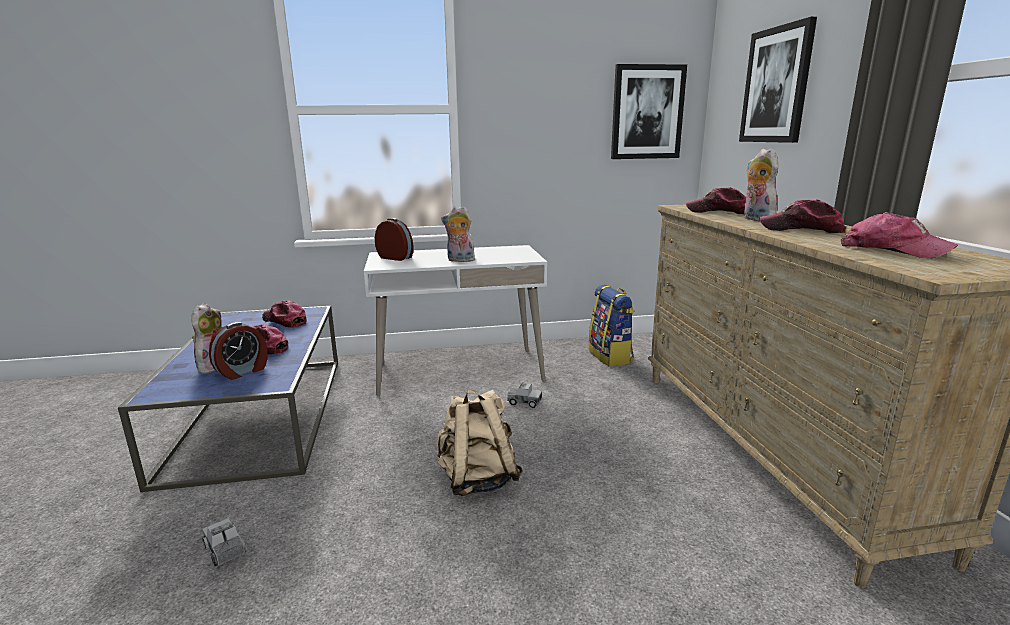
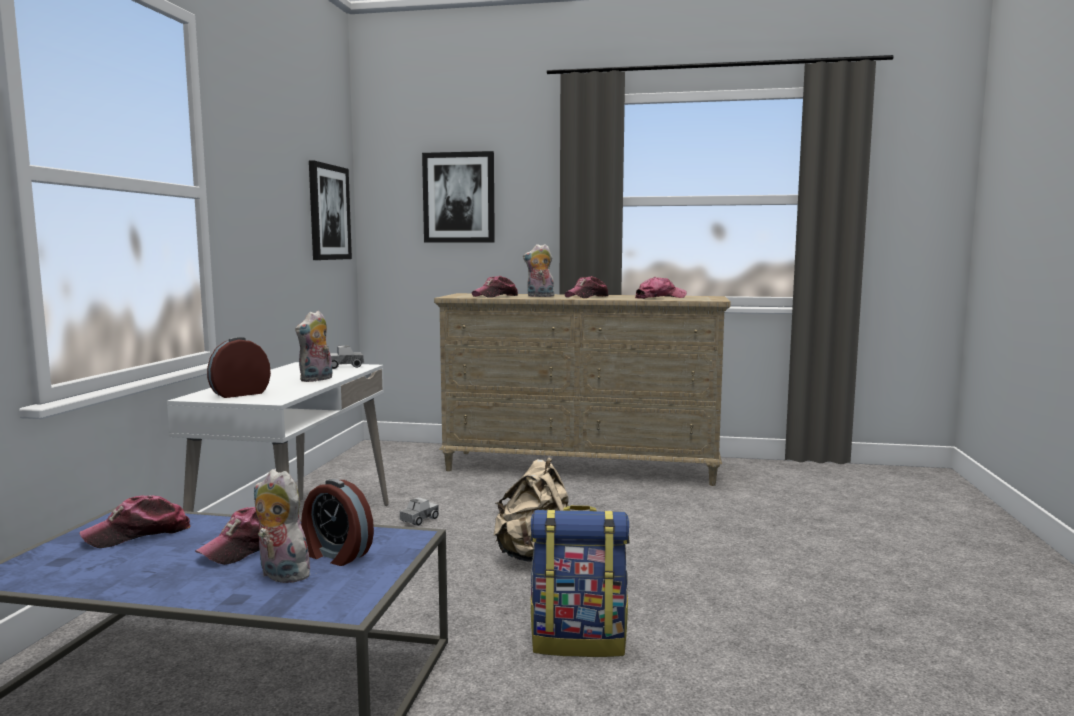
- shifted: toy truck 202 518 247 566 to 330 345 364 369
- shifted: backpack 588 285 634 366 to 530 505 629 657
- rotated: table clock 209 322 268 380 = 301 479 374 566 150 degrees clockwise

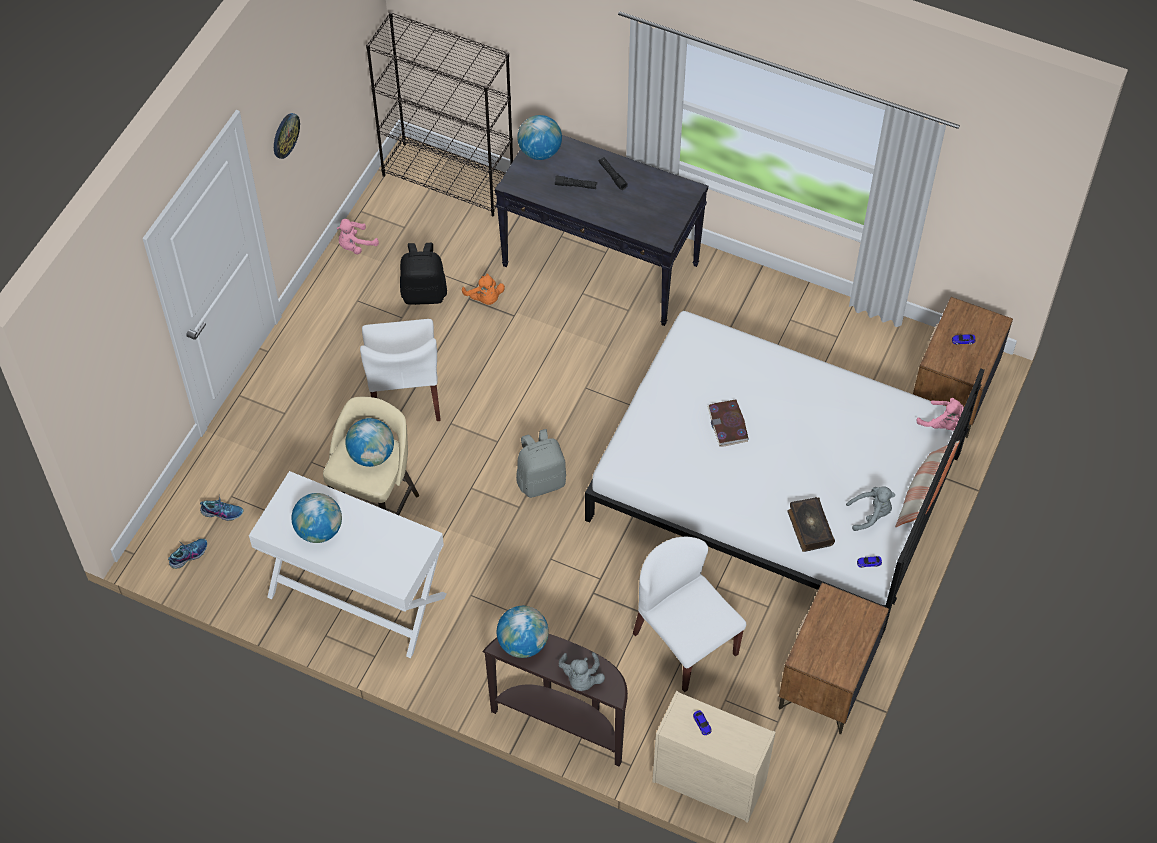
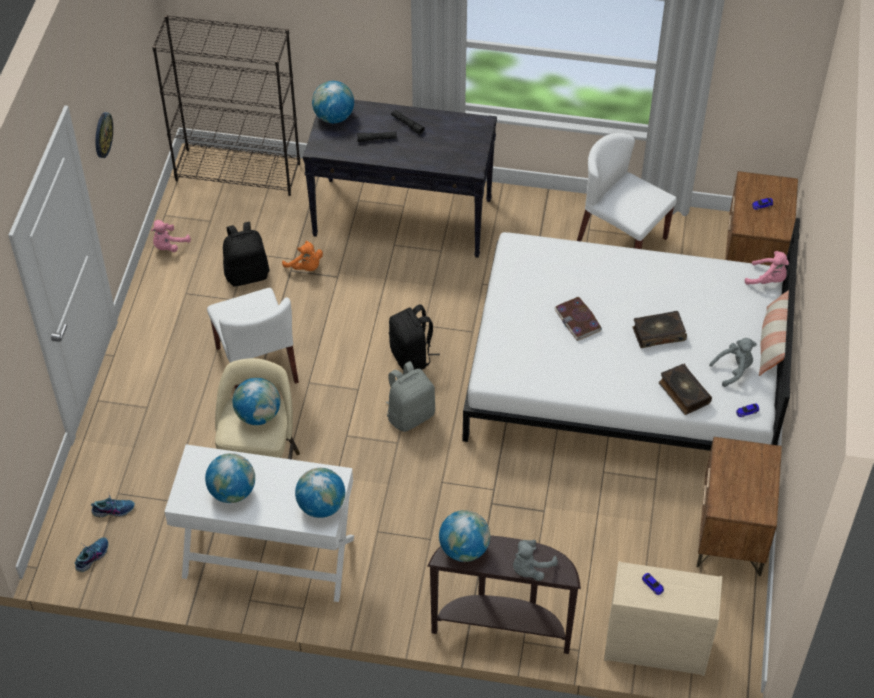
- new: desk globe 295 468 345 518
- new: black-coloured backpack 389 304 440 370
- new: bound book 632 311 687 348
- shifted: white upright chair 633 537 746 692 to 577 133 677 249
- rotated: greyish cuddly toy 559 652 605 691 = 513 540 558 581 60 degrees clockwise

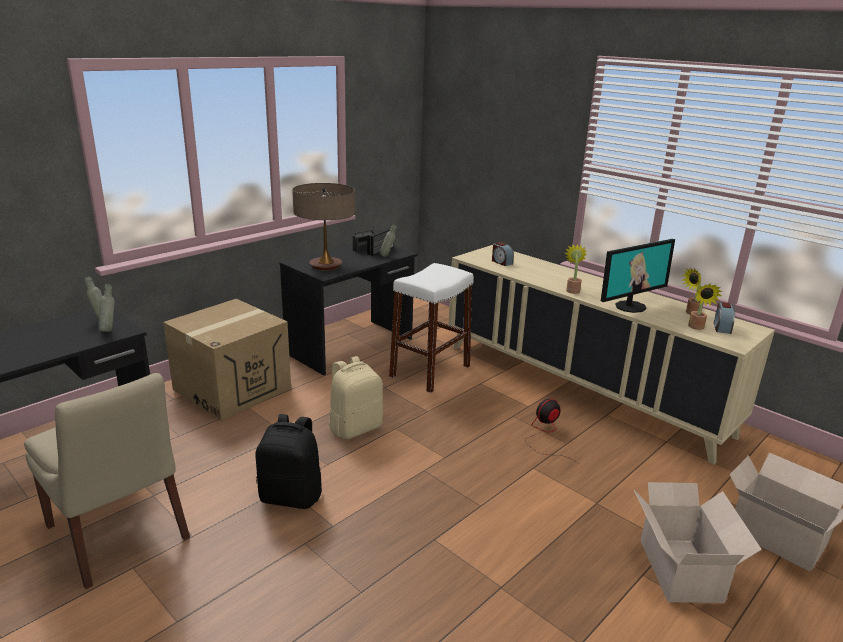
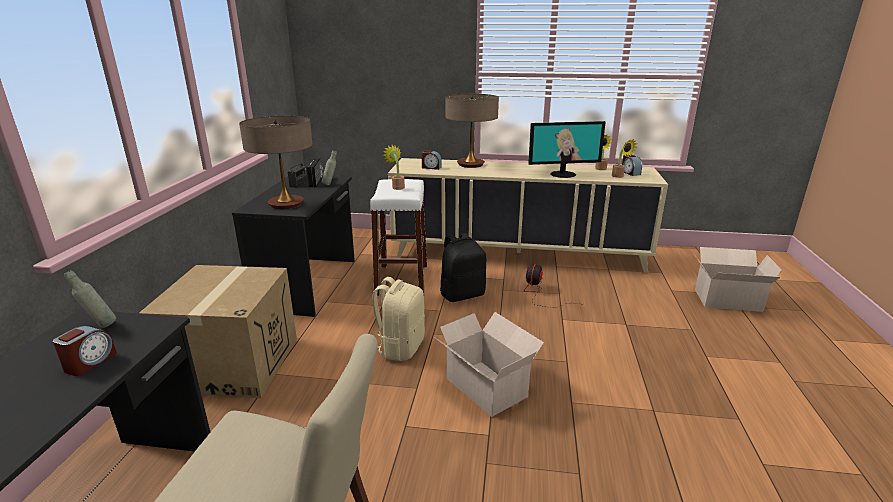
- gone: greyish bottle 99 284 114 332
- new: table clock 53 326 117 376
- new: table lamp 445 94 499 168
- shifted: black-coloured backpack 256 414 322 509 to 440 233 486 302
- shifted: houseplant 565 244 587 294 to 383 145 405 190
- shifted: cardboard box 634 482 762 603 to 434 312 544 417
- rotated: computer screen 601 239 675 313 = 528 121 606 178 60 degrees clockwise

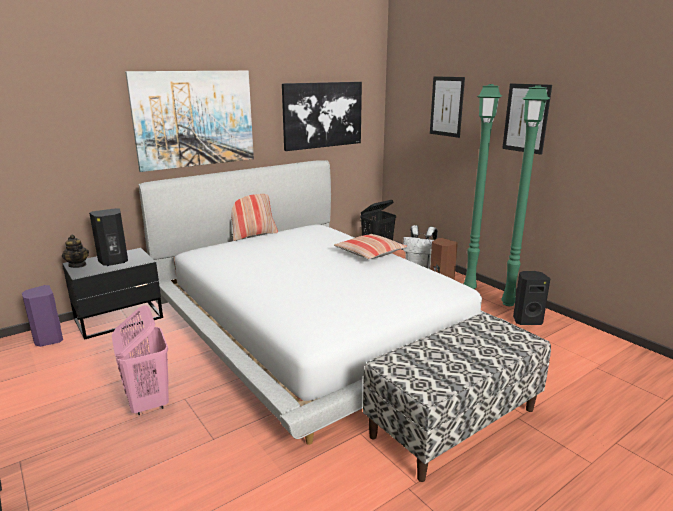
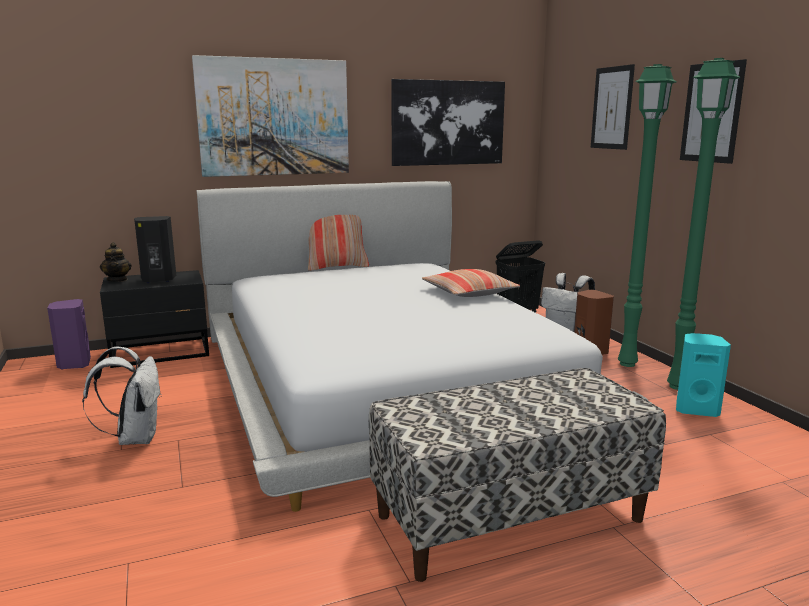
- swapped: pink-coloured laundry basket 112 305 169 415 to white backpack 82 347 162 445
- repainted: black-coloured audio speaker 513 271 551 325 to turquoise audio speaker 676 333 731 417

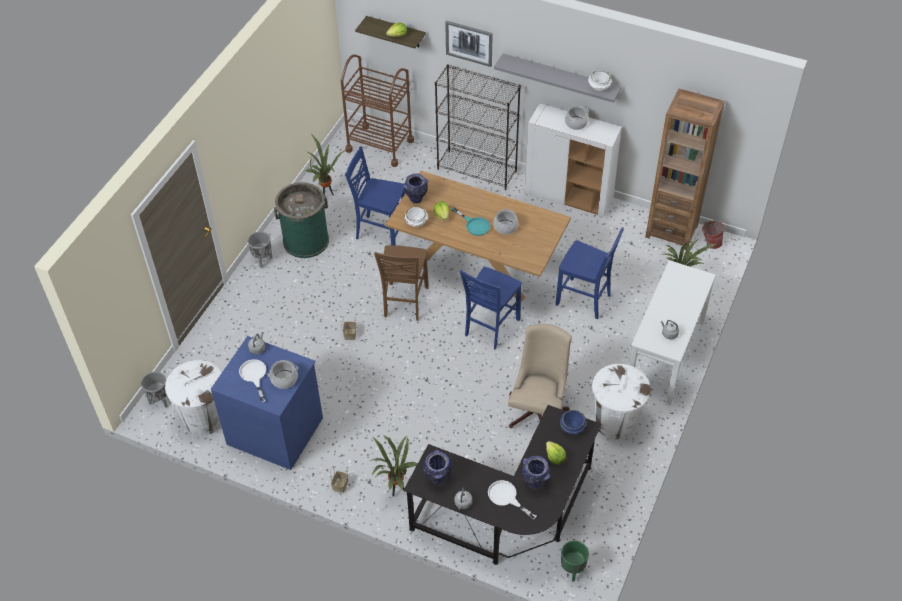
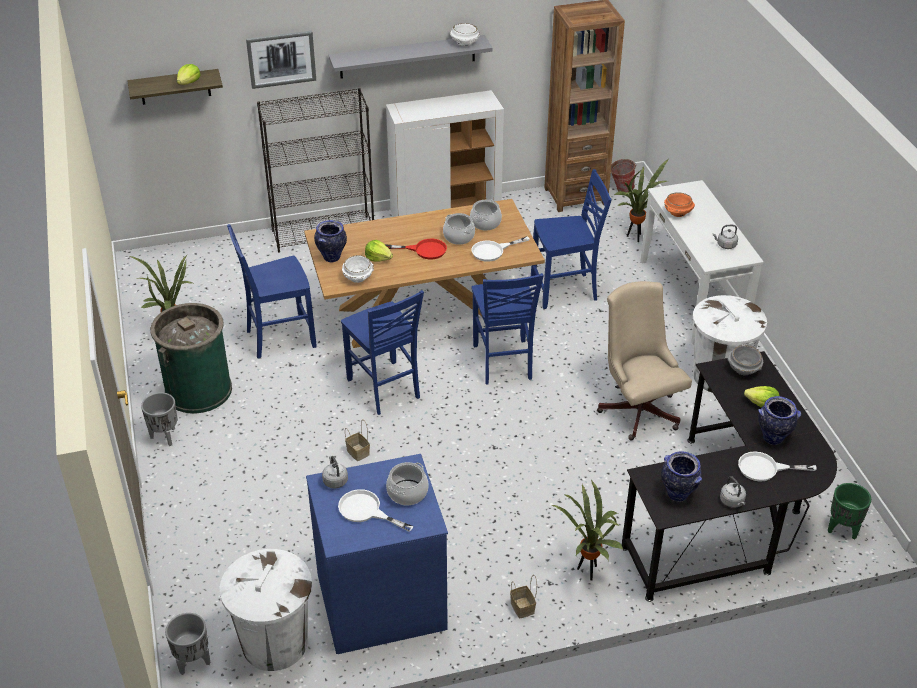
- gone: brownish cart 341 54 414 167
- new: white skillet 471 236 530 262
- new: orange serving bowl 664 192 695 217
- shifted: stockpot 565 106 589 130 to 470 199 502 231
- repainted: brownish upright chair 374 245 429 321 to blue upright chair 341 290 424 415
- repainted: turquoise skillet 451 208 490 236 to red-coloured skillet 385 238 447 260
- repainted: blue serving bowl 560 410 587 435 to greyish serving bowl 728 345 763 375

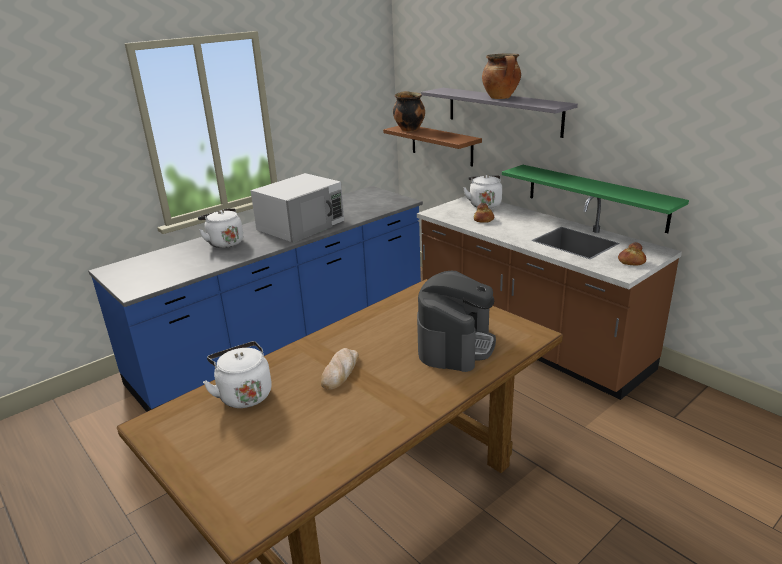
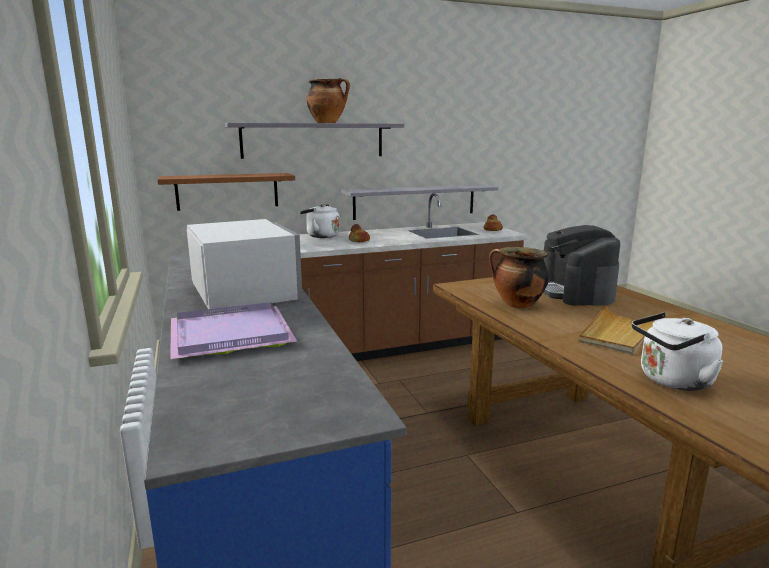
- shifted: stockpot 393 91 425 132 to 489 247 549 309
- swapped: white tea kettle 198 208 243 248 to purple-coloured carrying tray 170 302 297 359
- swapped: bread 321 348 359 390 to sand-coloured carrying tray 579 306 656 355
- repainted: greenish wall shelf 502 165 689 233 to greyish wall shelf 342 184 498 220
- rotated: coffee maker 417 271 496 372 = 543 225 620 306 135 degrees counterclockwise

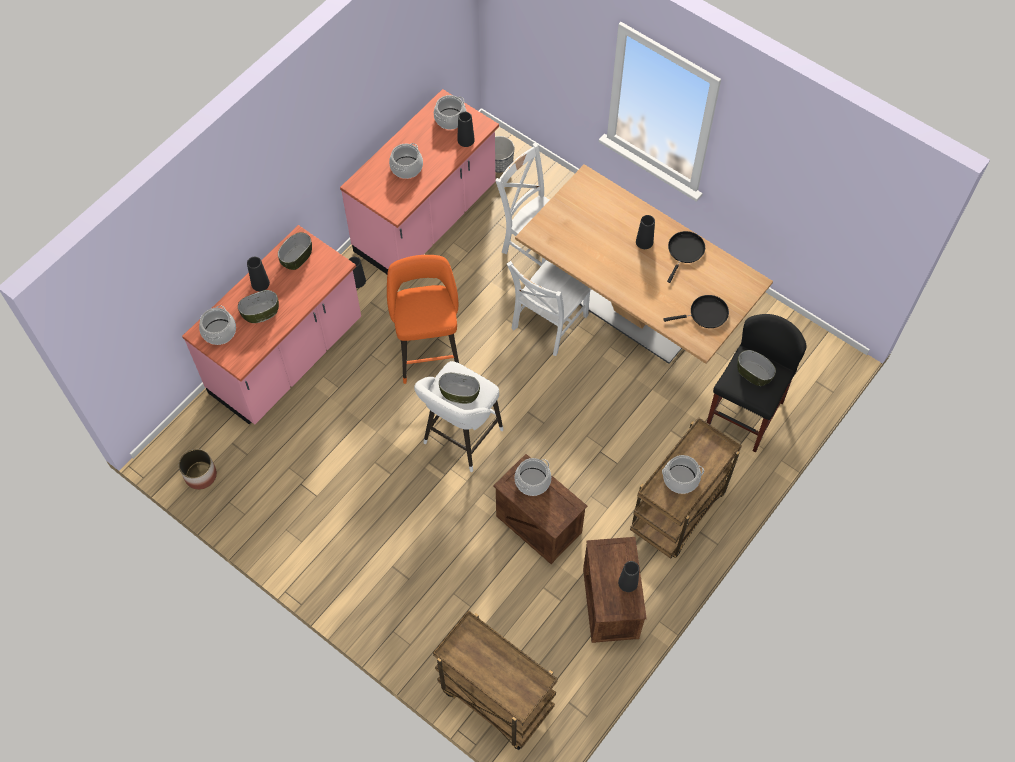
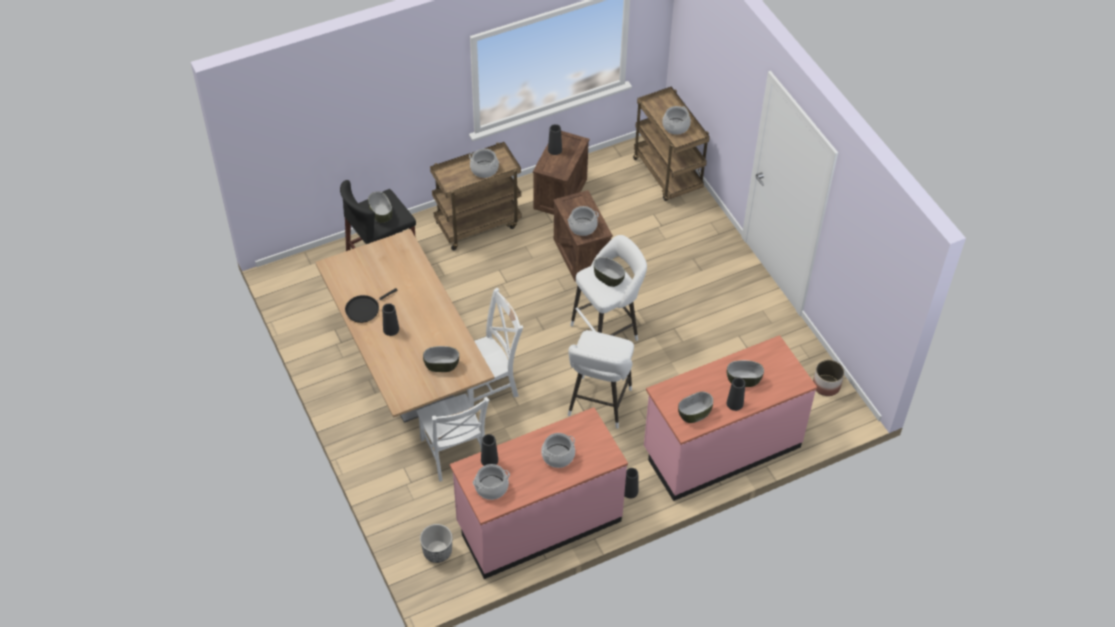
- gone: black-coloured skillet 663 295 729 328
- new: serving bowl 423 346 459 372
- shifted: stockpot 199 305 236 345 to 663 106 691 135
- repainted: orange stool 387 255 459 384 to white stool 568 330 634 429

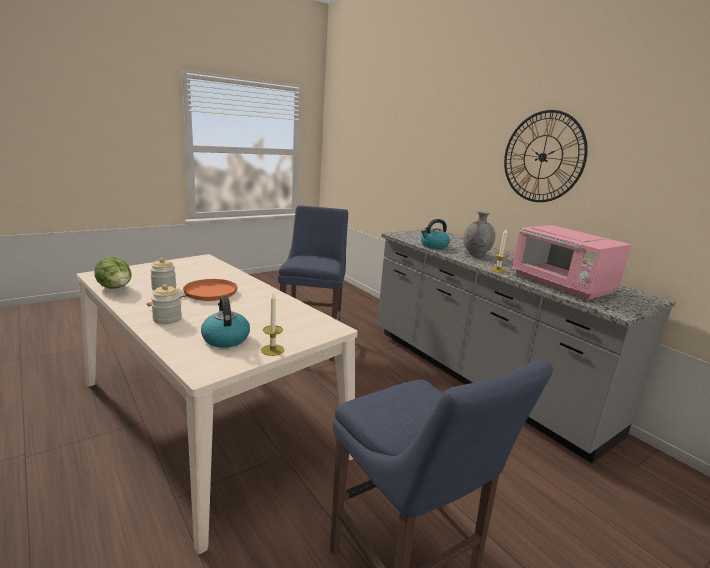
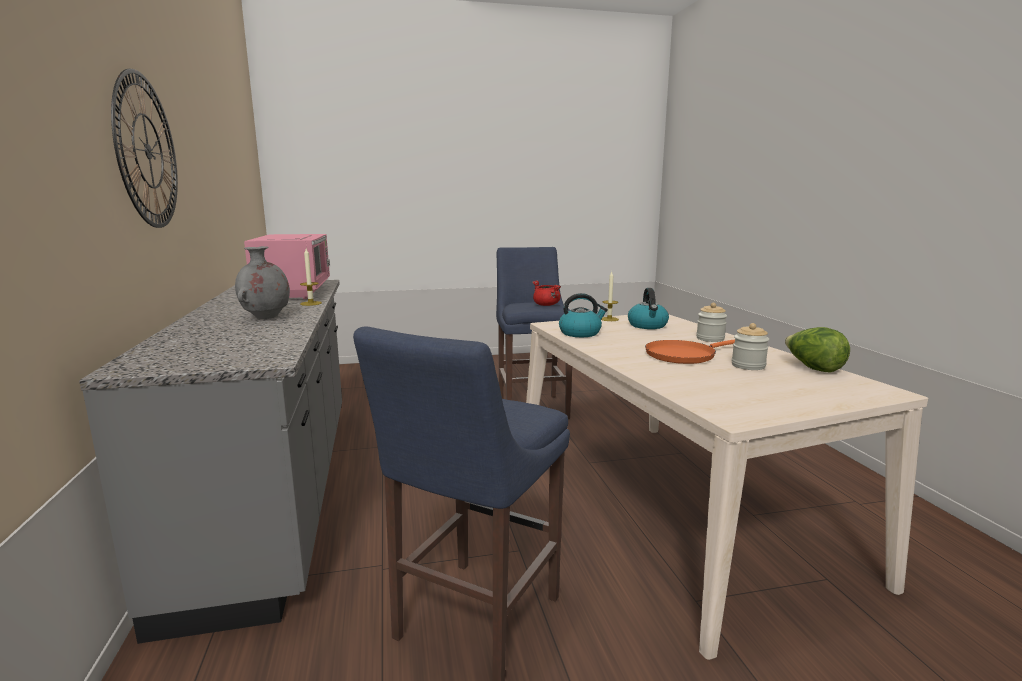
- new: red-coloured stockpot 532 280 561 306
- shifted: tea kettle 421 219 450 249 to 559 293 608 337

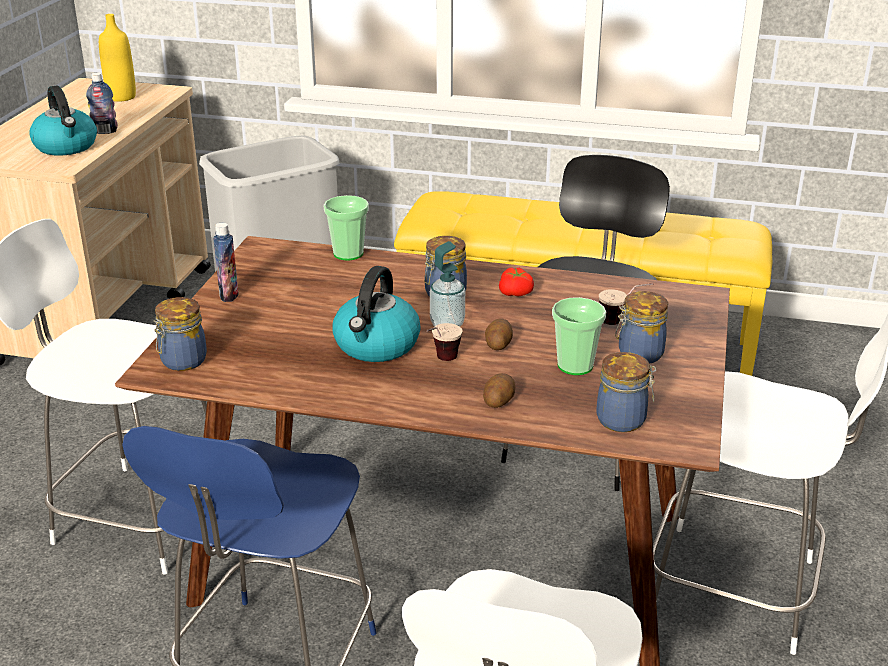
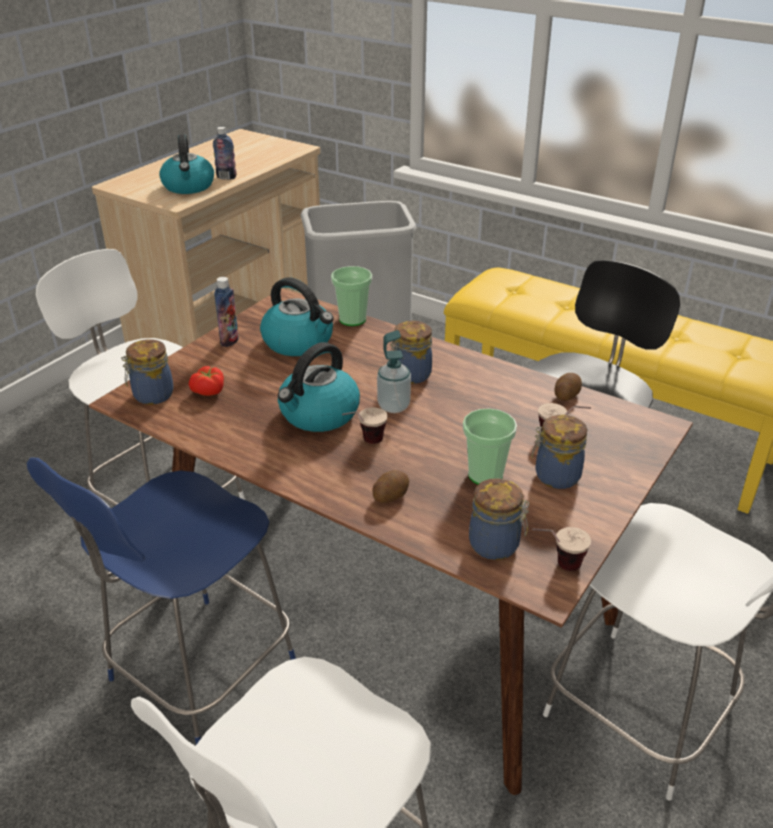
- gone: yellowish bottle 99 14 136 102
- new: tea kettle 260 277 334 356
- new: drinking cup 532 527 591 571
- shifted: whole potato 485 319 513 350 to 554 373 582 401
- shifted: fresh tomato 499 267 534 297 to 189 366 224 396

